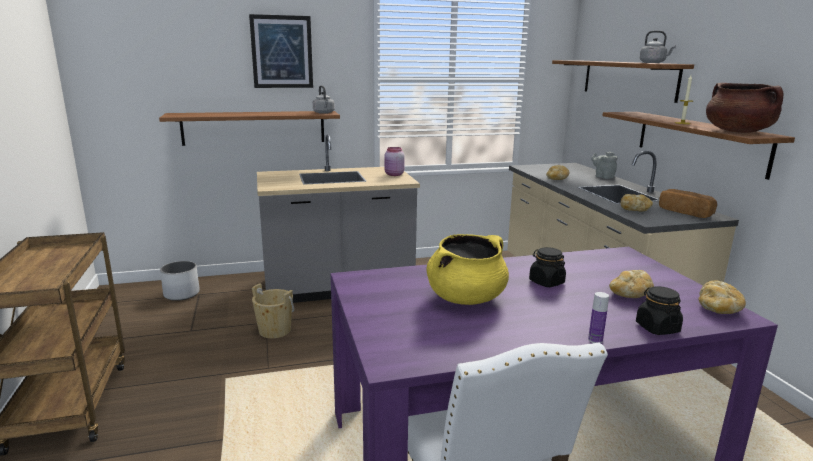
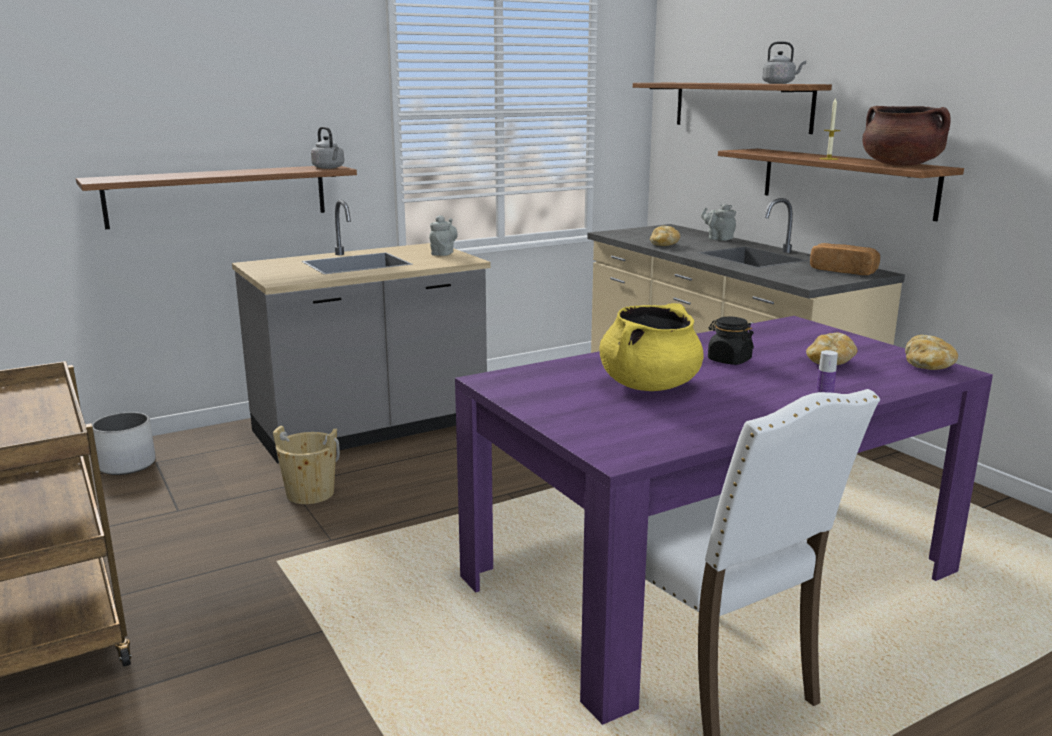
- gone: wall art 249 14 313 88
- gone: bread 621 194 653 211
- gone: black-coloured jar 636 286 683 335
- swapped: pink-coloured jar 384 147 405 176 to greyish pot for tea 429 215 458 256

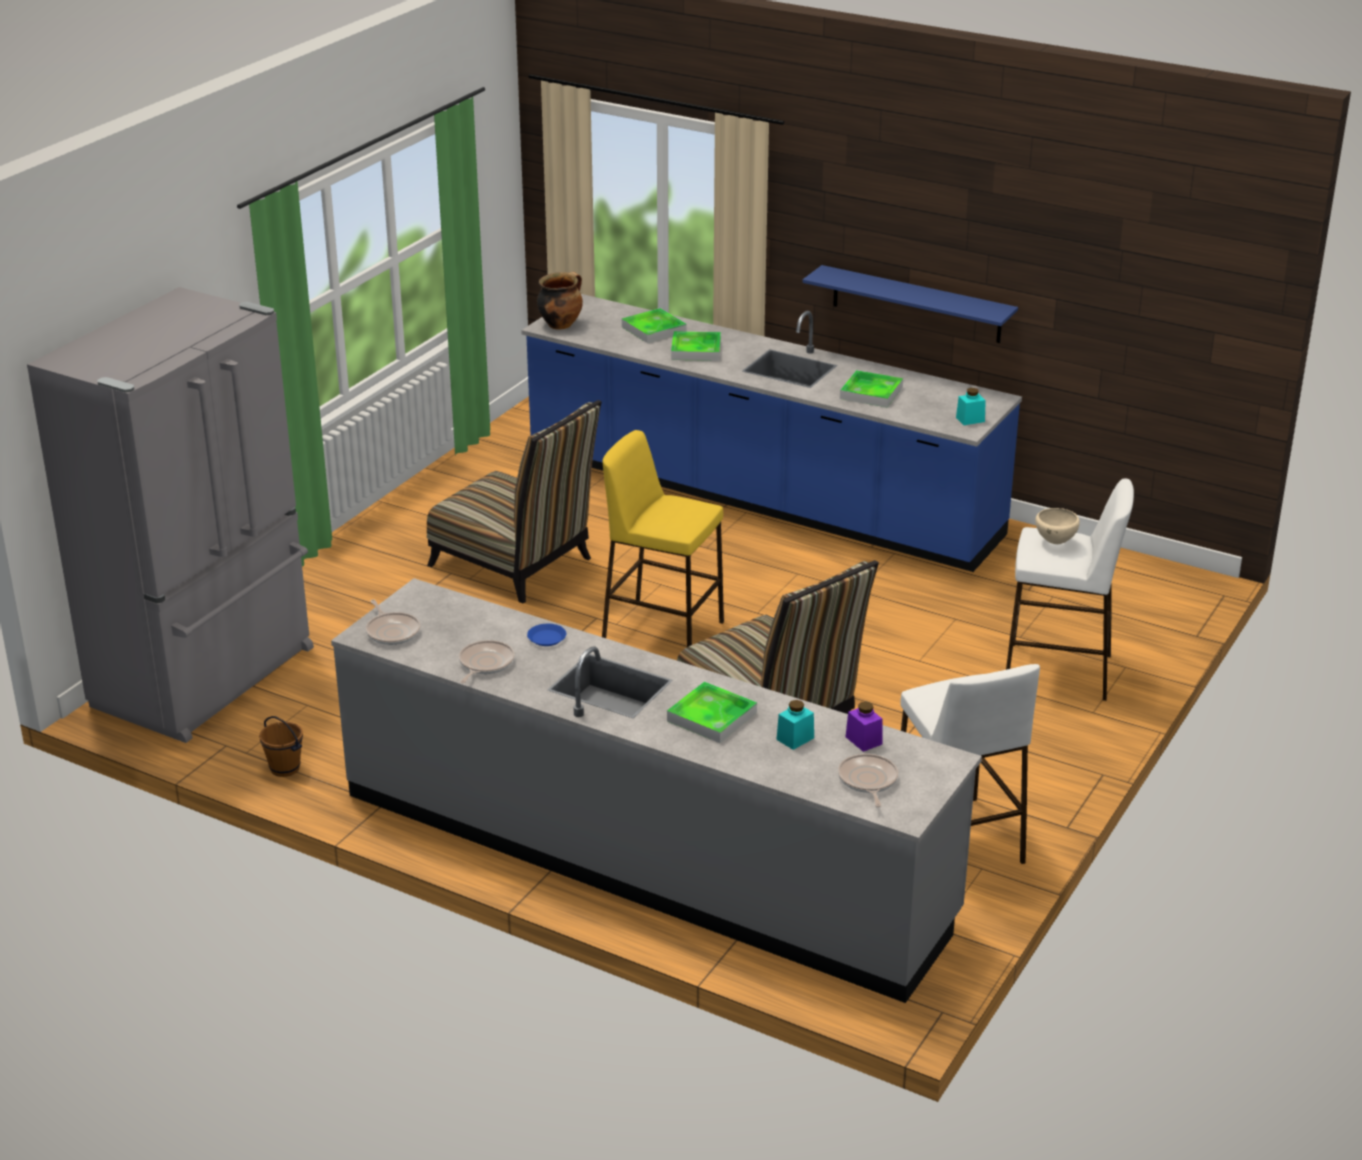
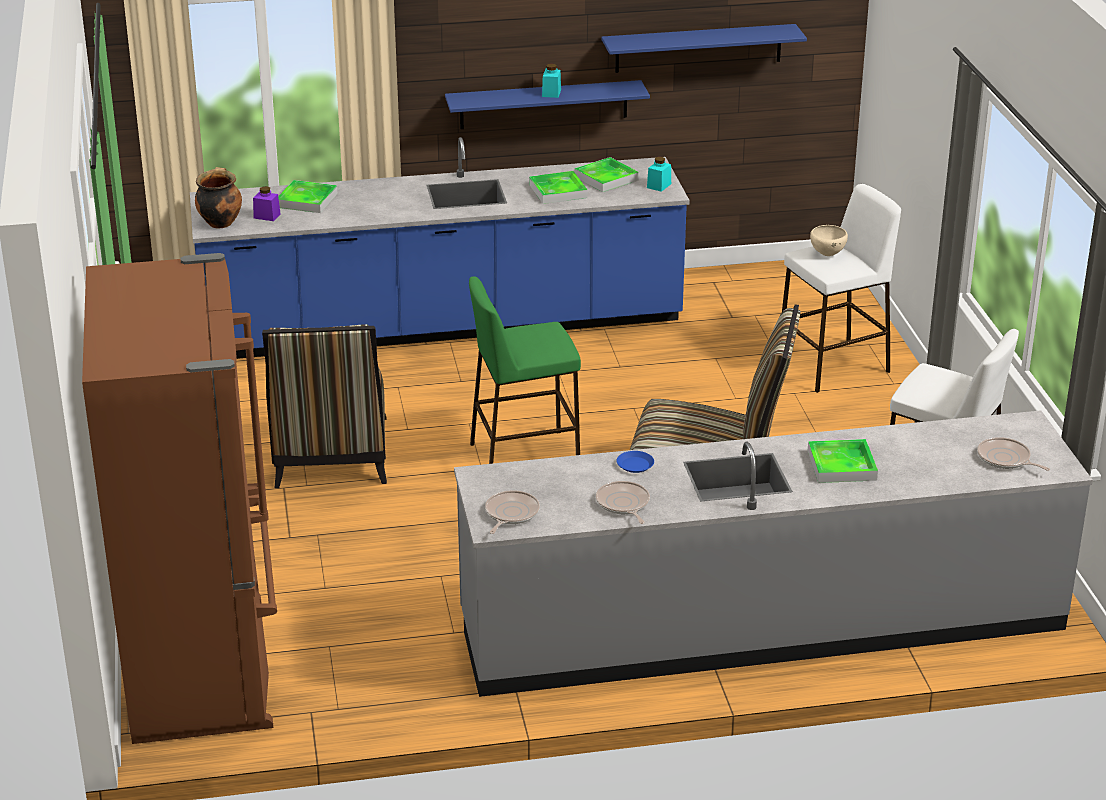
- gone: brownish water bucket 259 716 303 777
- new: blue wall shelf 602 24 807 73
- shifted: carrying tray 671 331 721 361 to 574 157 639 192
- shifted: turquoise jar 776 700 814 750 to 542 64 561 98
- shifted: purple-coloured jar 846 702 882 752 to 253 186 281 221
- repainted: greyish refrigerator 27 287 314 743 to brownish refrigerator 82 253 277 744
- repainted: yellowish stool 602 430 724 647 to greenish stool 469 276 581 464
- rotated: skillet 366 600 420 645 = 485 490 540 534 90 degrees counterclockwise
- rotated: upright chair 427 400 602 604 = 262 324 387 488 90 degrees clockwise

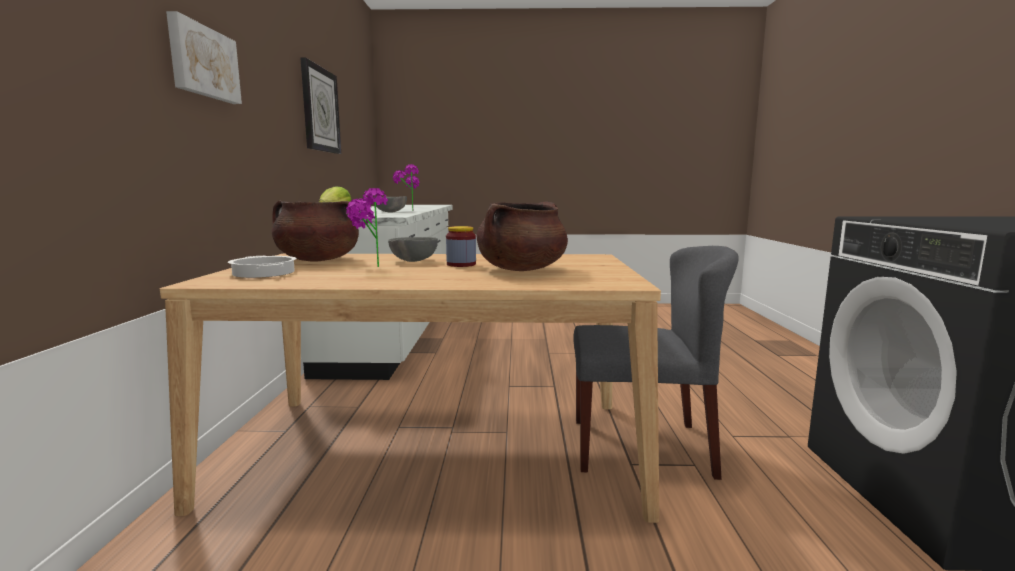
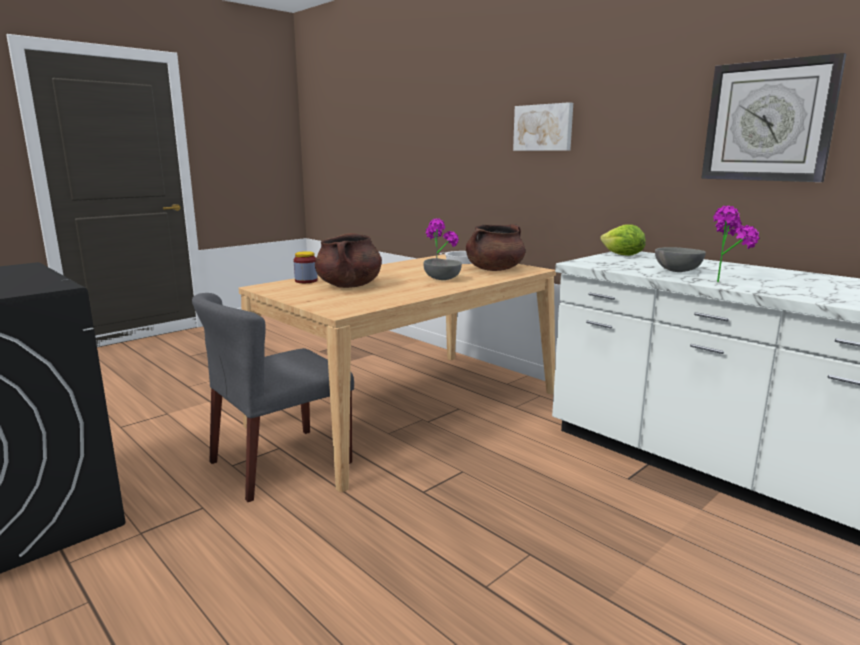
- shifted: jar 446 226 476 267 to 294 251 318 283

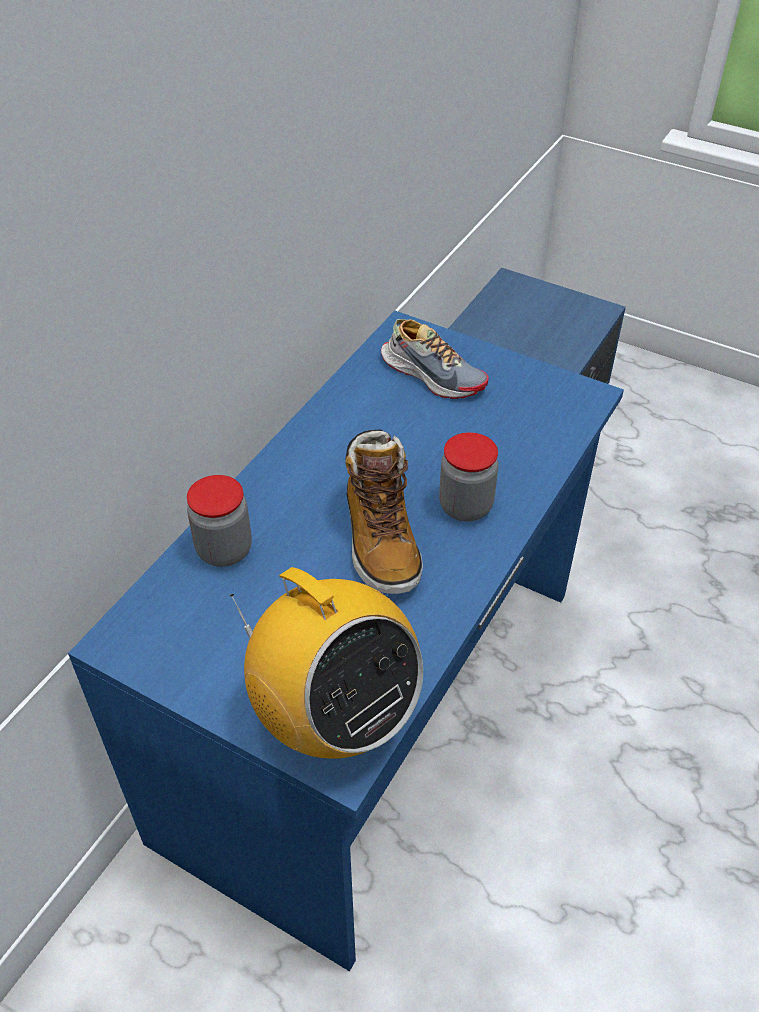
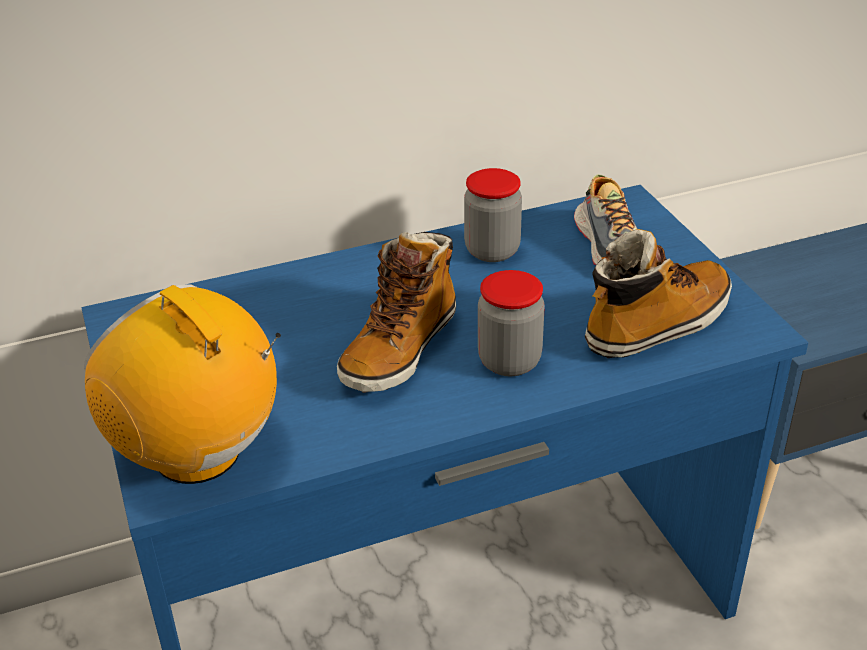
- new: tall boot 585 229 732 358
- shifted: jar 187 475 252 567 to 464 168 522 262
- rotated: radio receiver 229 567 423 759 = 84 284 281 484 135 degrees clockwise

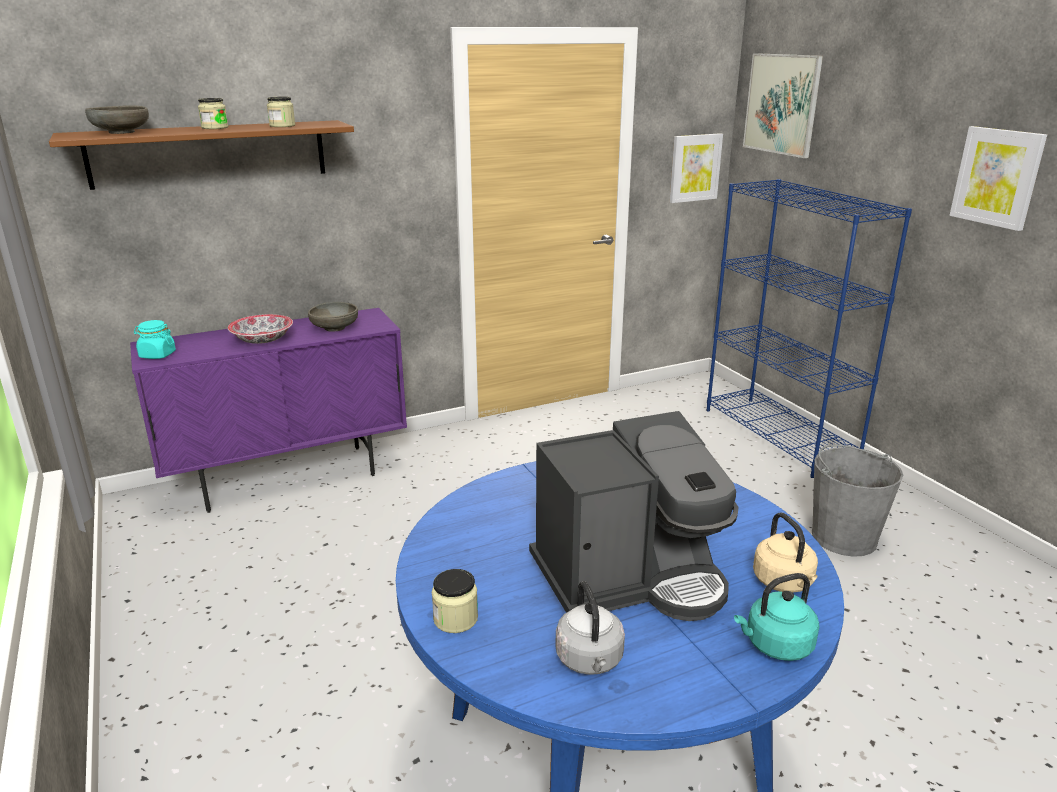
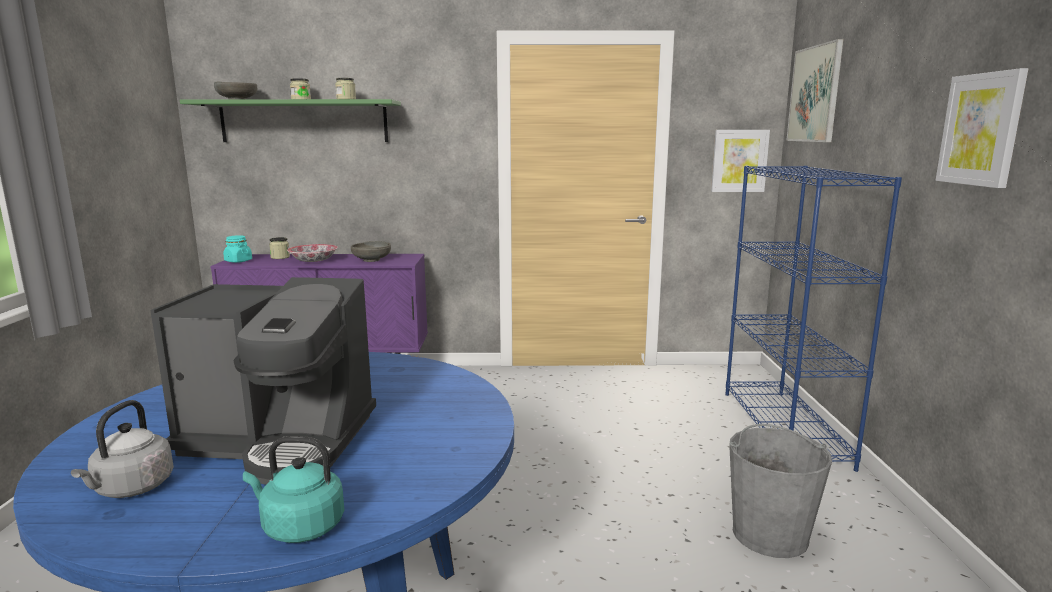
- gone: sand-coloured tea kettle 753 512 818 593
- shifted: jar 432 569 478 633 to 269 237 290 259
- repainted: brownish wall shelf 49 120 354 190 to greenish wall shelf 180 99 401 142

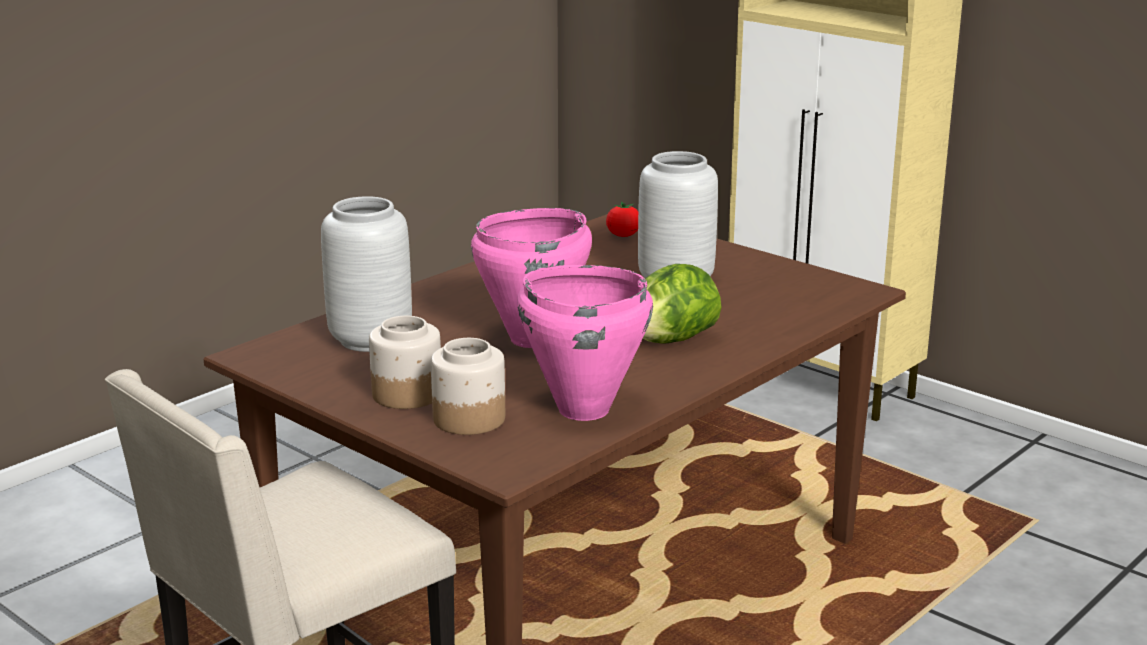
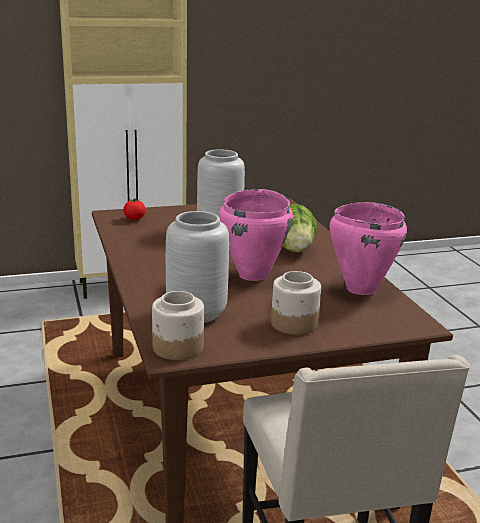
- shifted: jar 431 338 505 435 to 152 291 204 360

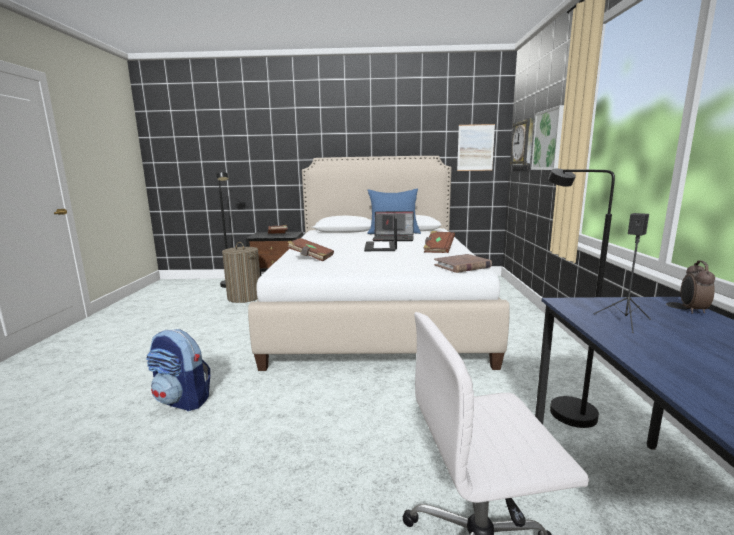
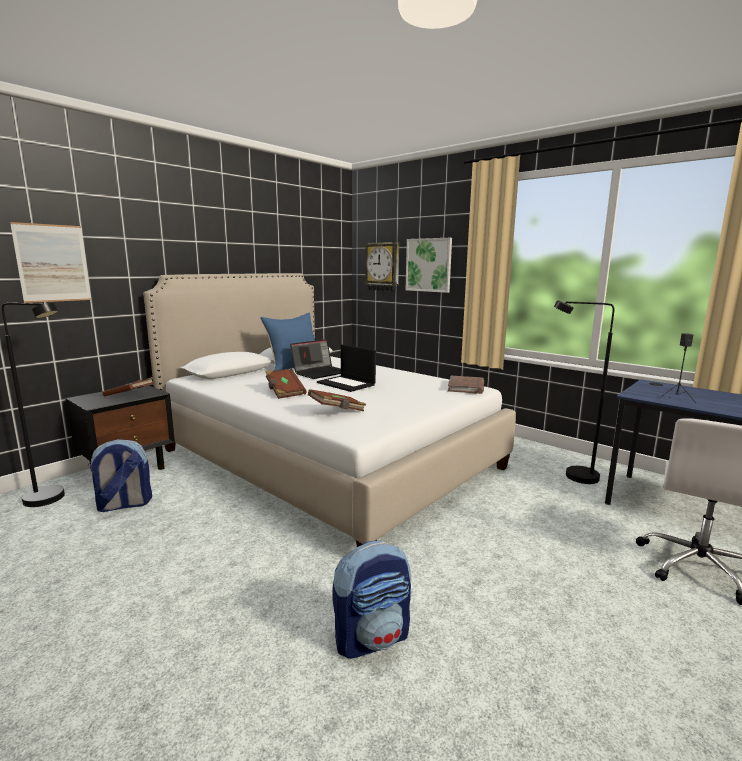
- gone: table clock 681 260 715 314
- shifted: brownish bound book 423 231 455 253 to 266 369 307 399
- shifted: wall art 457 124 495 171 to 10 222 91 303
- swapped: laundry basket 222 242 260 303 to backpack 88 439 152 512

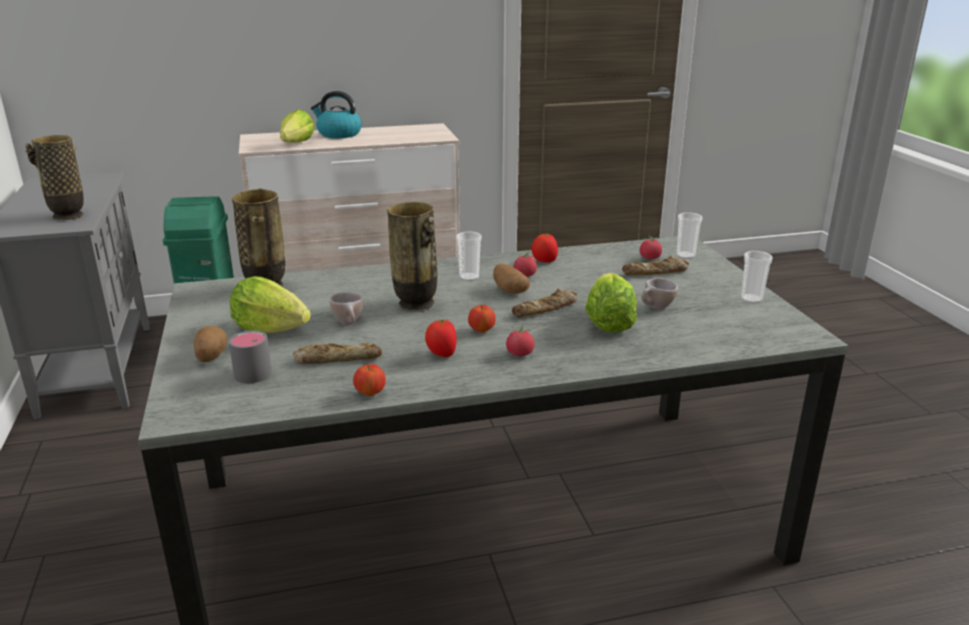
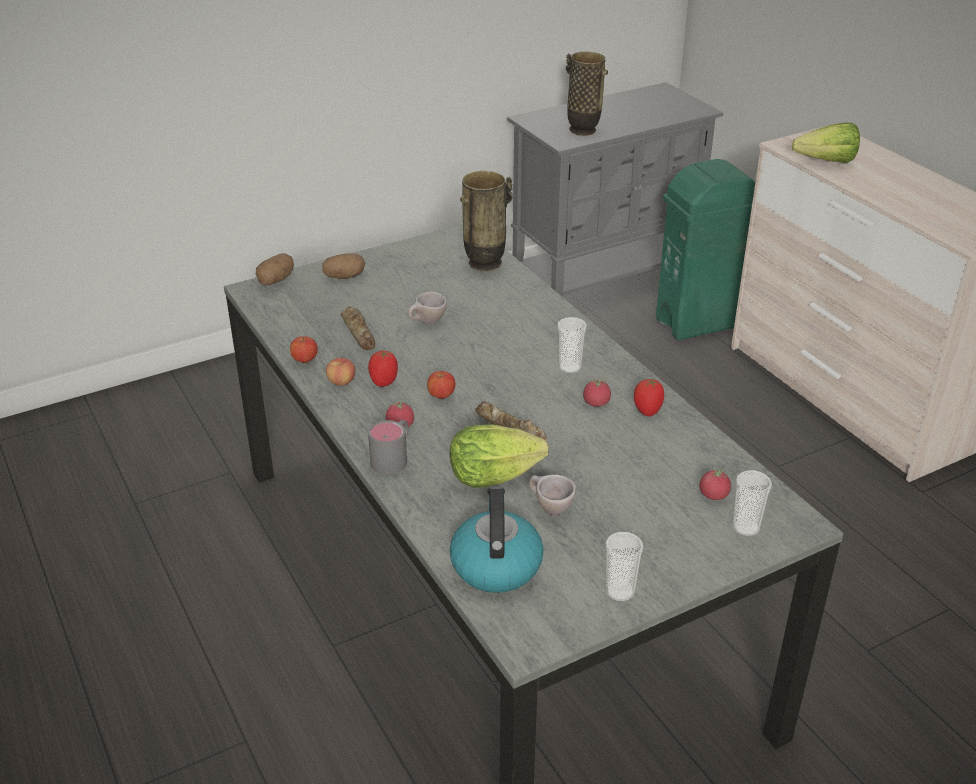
- gone: lettuce head 230 276 311 333
- gone: flower vase 387 202 437 311
- gone: bread 622 256 689 275
- new: whole apple 326 357 355 386
- shifted: greyish coffee mug 229 331 272 383 to 368 420 409 475
- shifted: tea kettle 311 91 362 138 to 449 487 544 593
- shifted: whole potato 493 264 530 294 to 256 253 294 285

